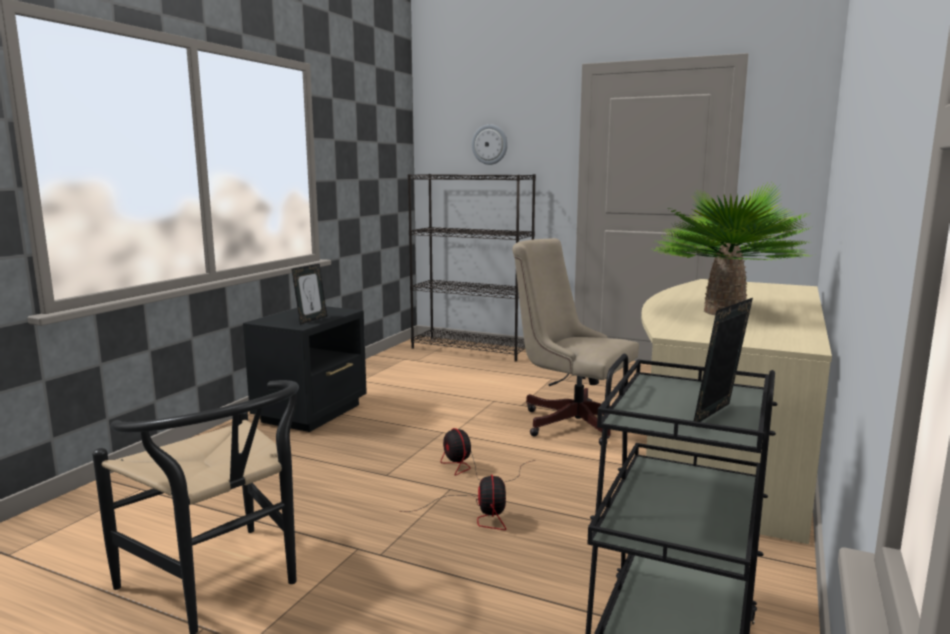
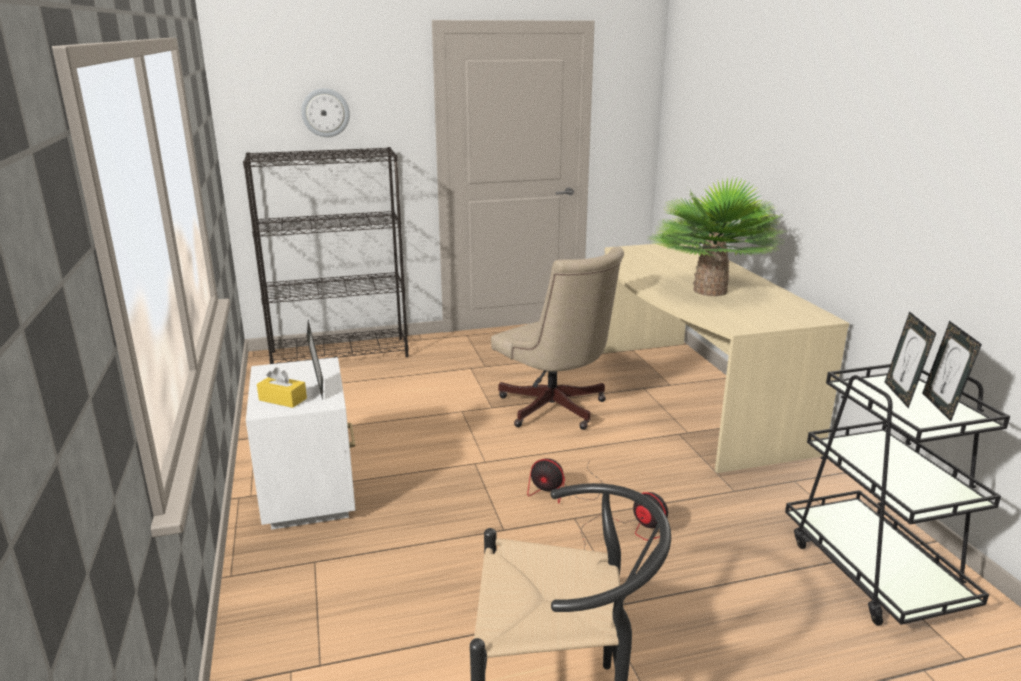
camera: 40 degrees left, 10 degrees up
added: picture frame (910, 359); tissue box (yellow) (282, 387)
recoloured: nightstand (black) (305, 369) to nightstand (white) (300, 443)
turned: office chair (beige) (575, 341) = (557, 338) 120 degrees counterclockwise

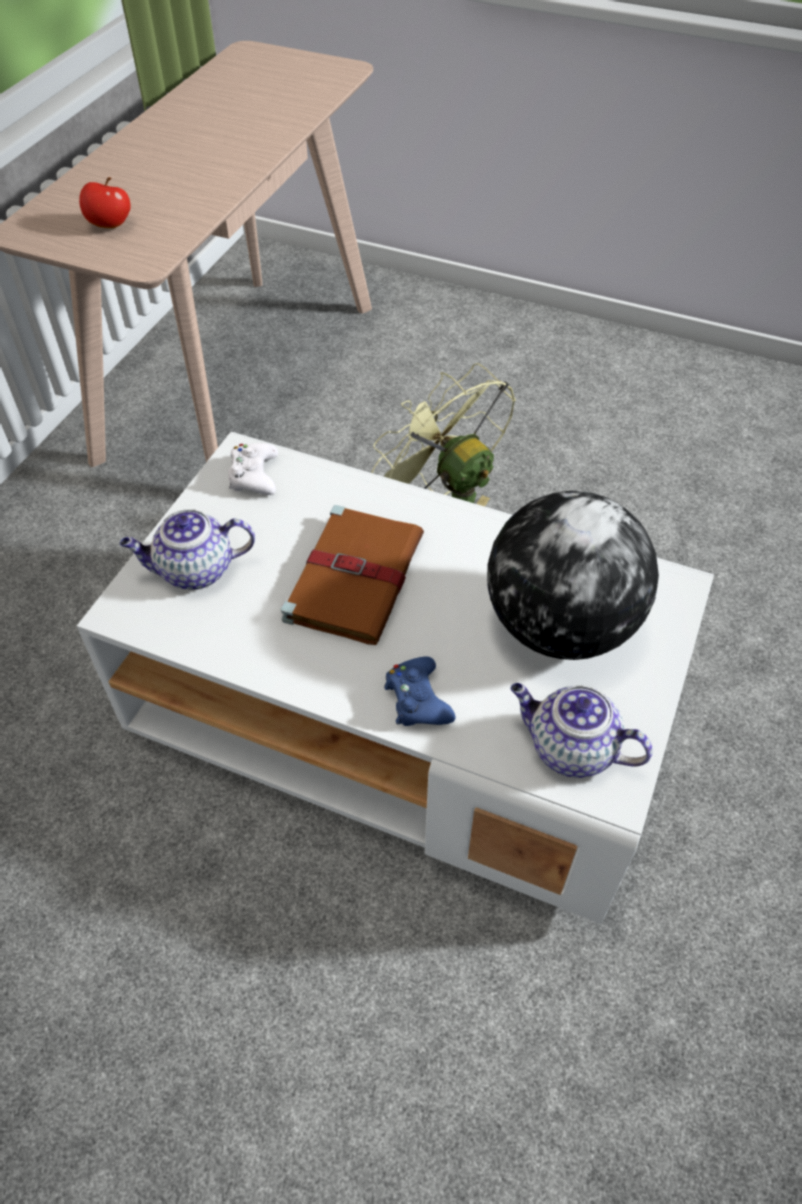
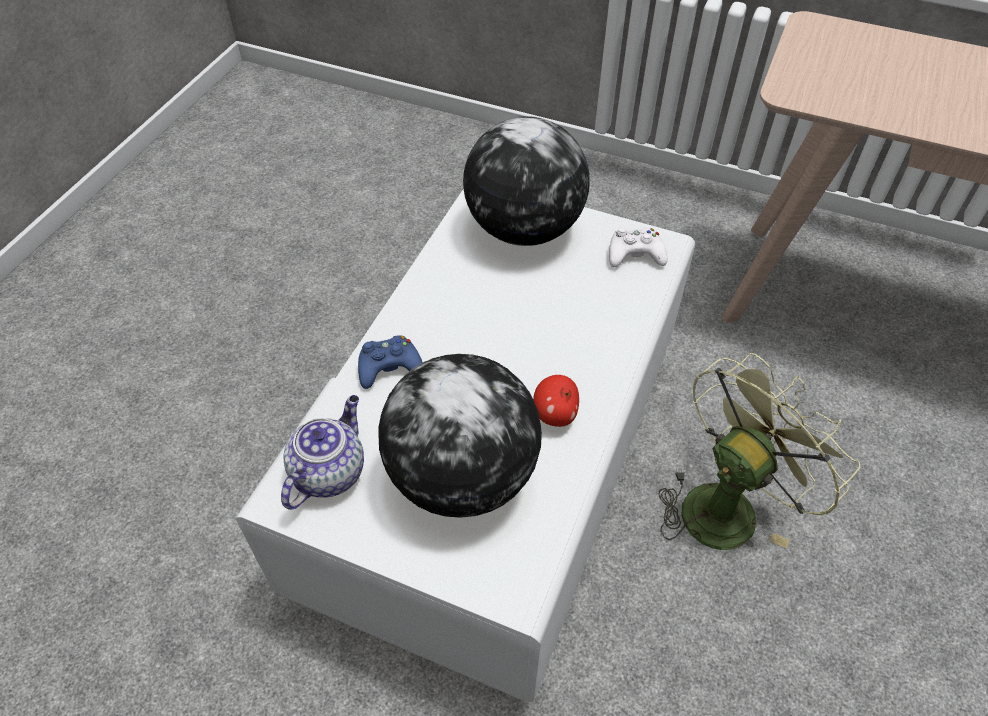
camera: 90 degrees right, 0 degrees up
removed: book (brown) (352, 575)
moved: apple (105, 202) to (556, 401)
replaced: teapot (187, 549) to globe (526, 181)

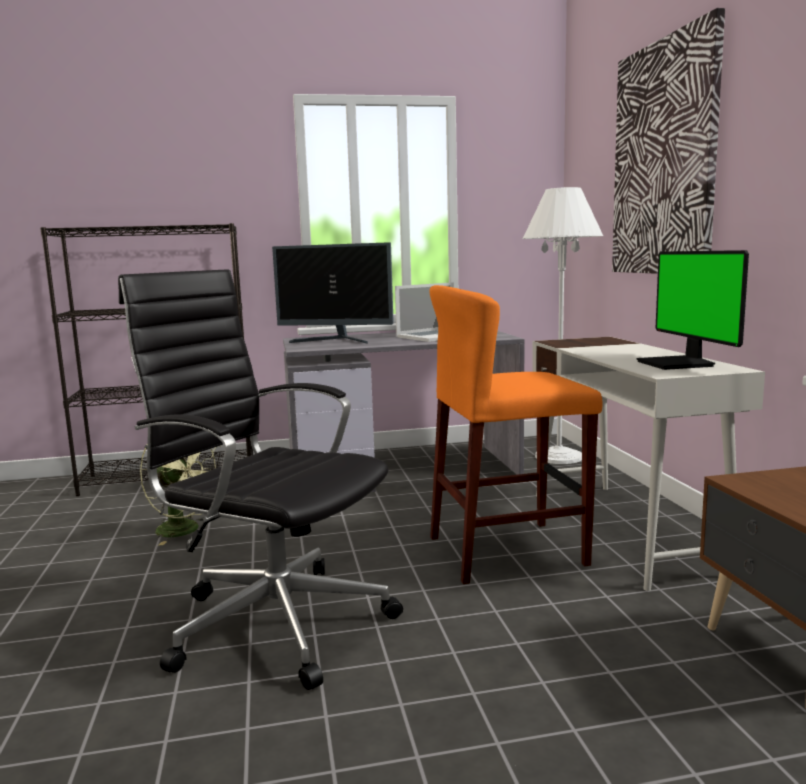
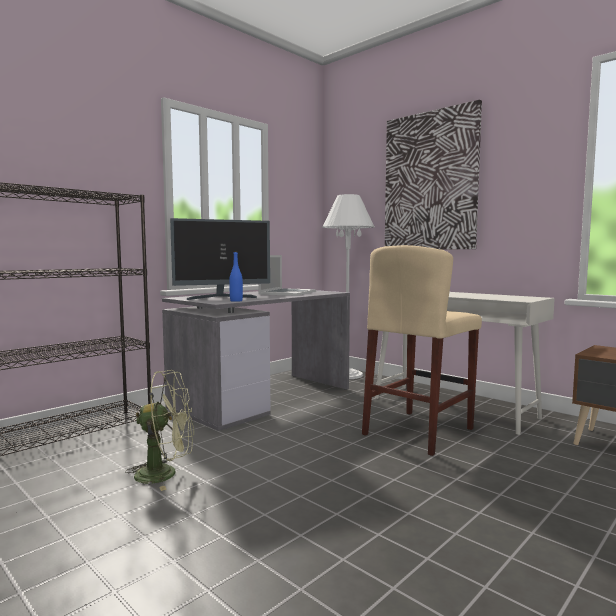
camera: 35 degrees left, 5 degrees down
removed: monitor (692, 310); office chair (black) (260, 479)
added: bottle (blue) (236, 276)
recoloured: stool (orange) (516, 434) to stool (beige) (422, 350)

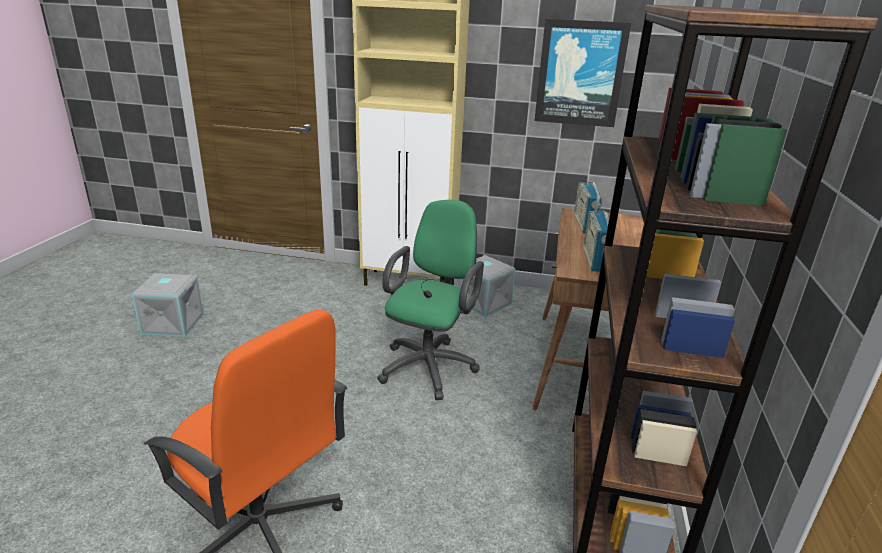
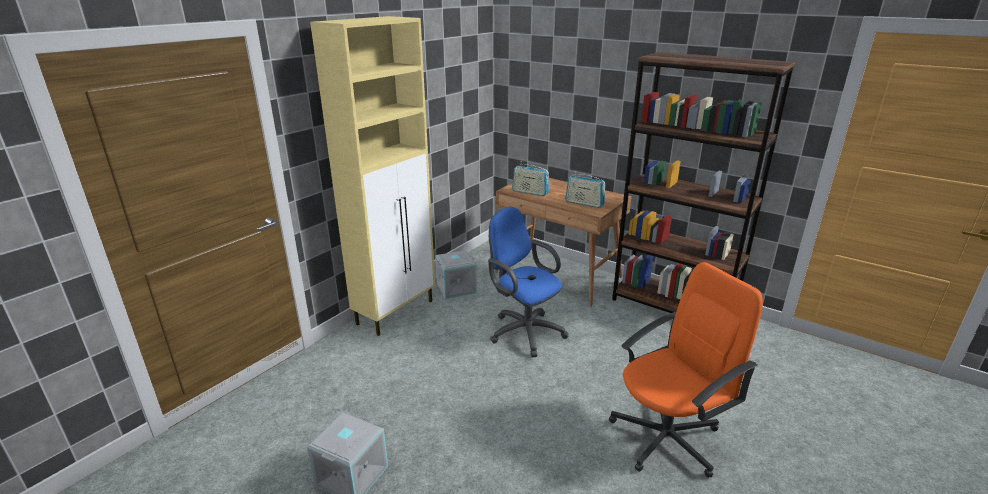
camera: 65 degrees left, 0 degrees up
removed: picture (583, 73)
recoloured: office chair (green) (430, 300) to office chair (blue) (528, 282)

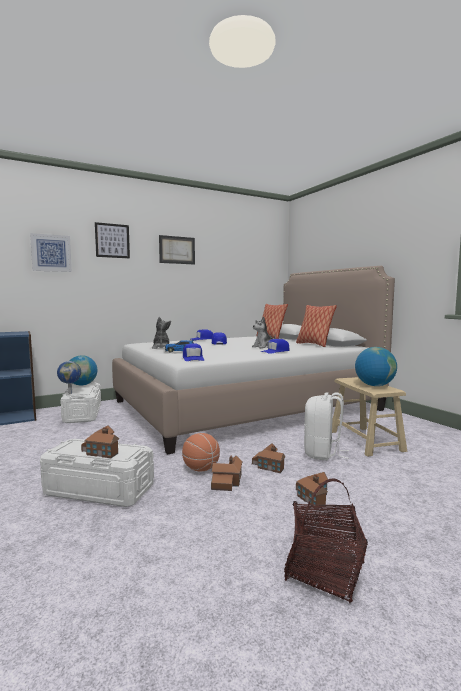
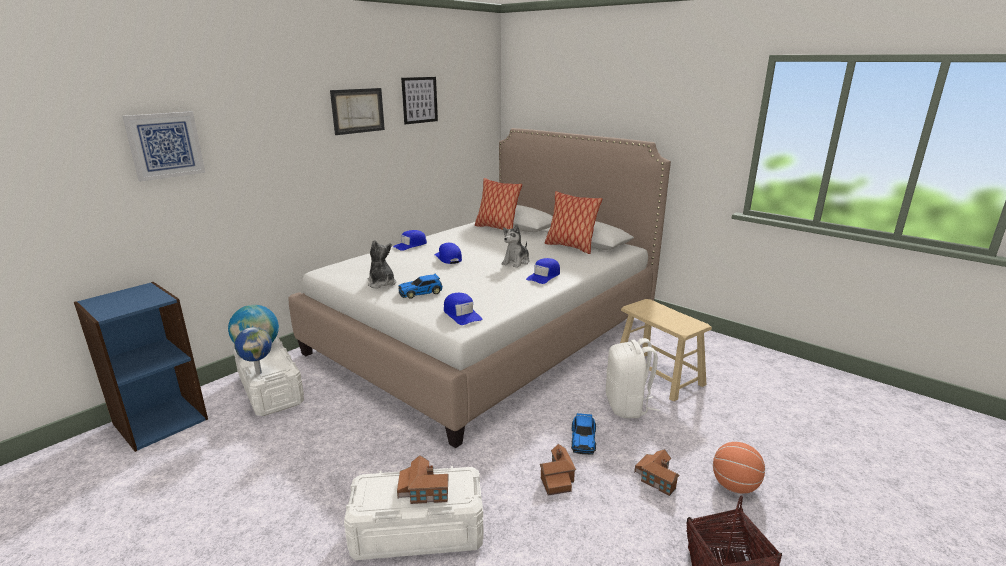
camera: 20 degrees left, 15 degrees up
removed: globe (376, 366)
moved: picture (112, 240) to (419, 101); basketball (201, 452) to (739, 468)
replaced: toy house (268, 458) to toy car (583, 434)

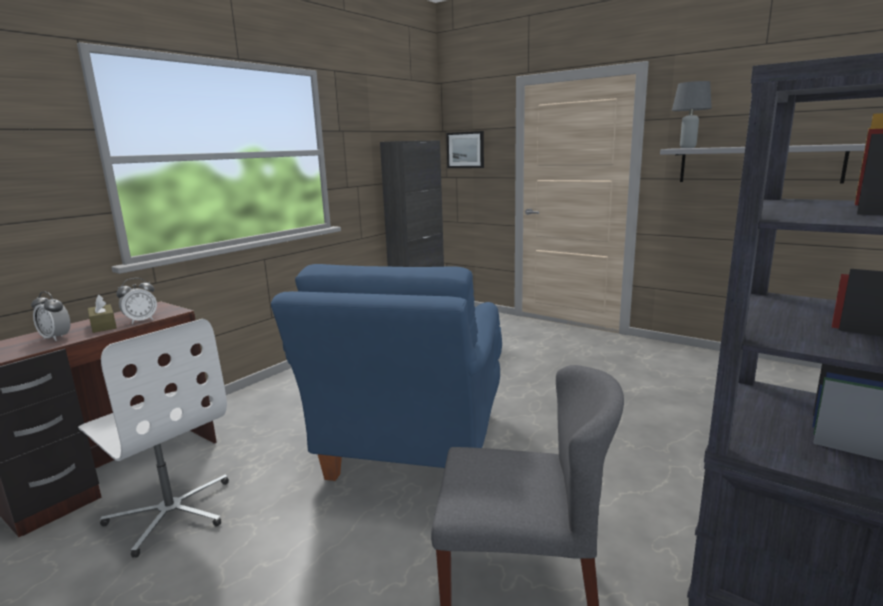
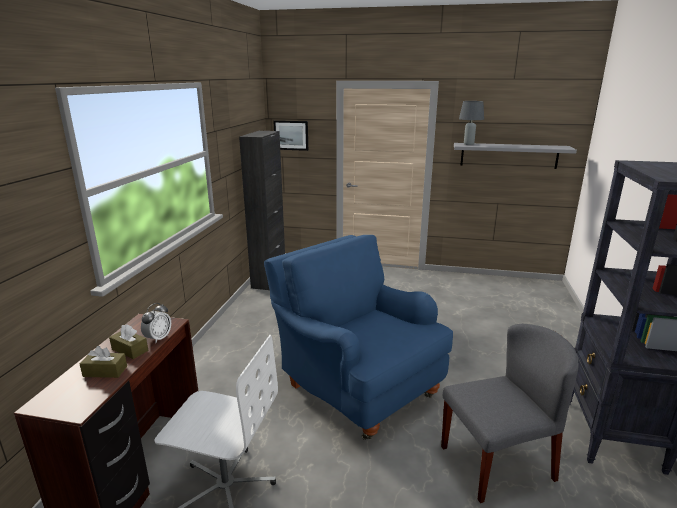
camera: 25 degrees left, 5 degrees up
replaced: alarm clock (50, 316) to tissue box (brown) (103, 362)
turned: armchair (blue) (386, 372) = (358, 337) 150 degrees clockwise

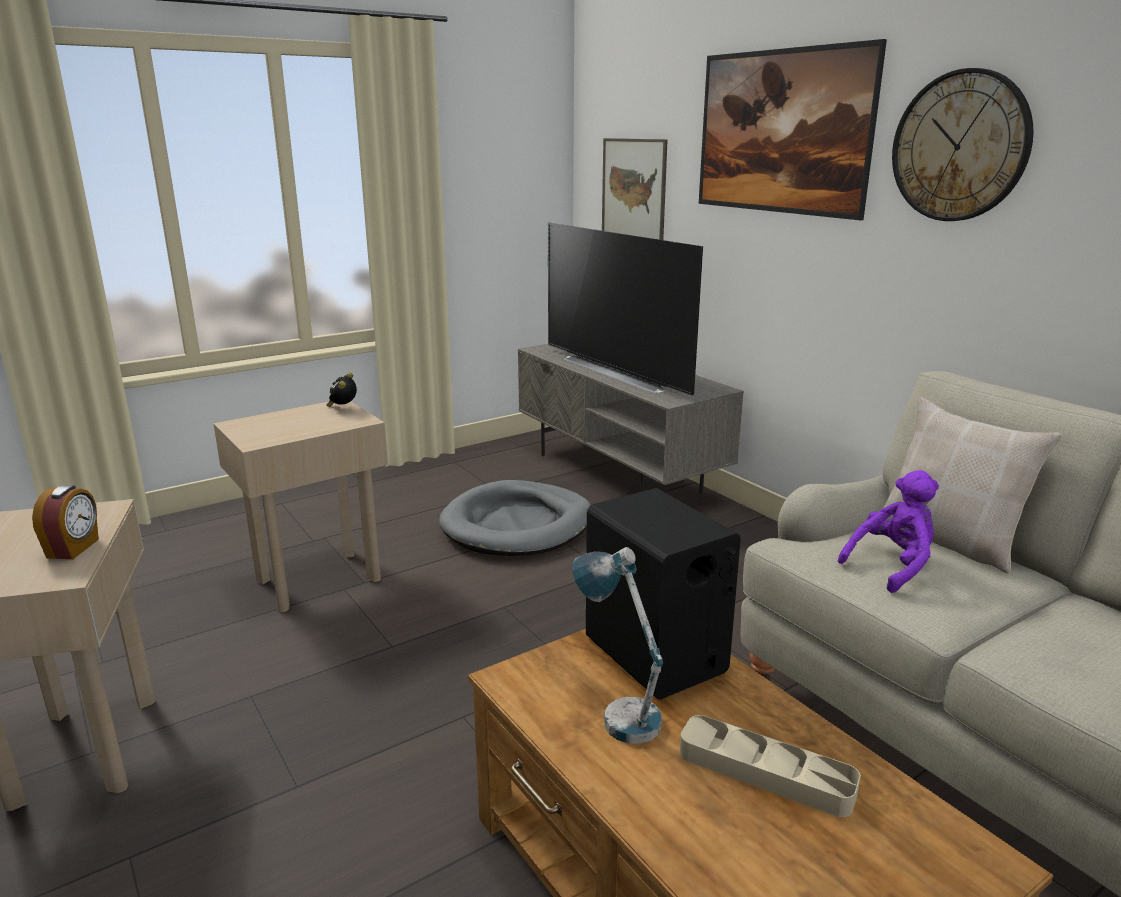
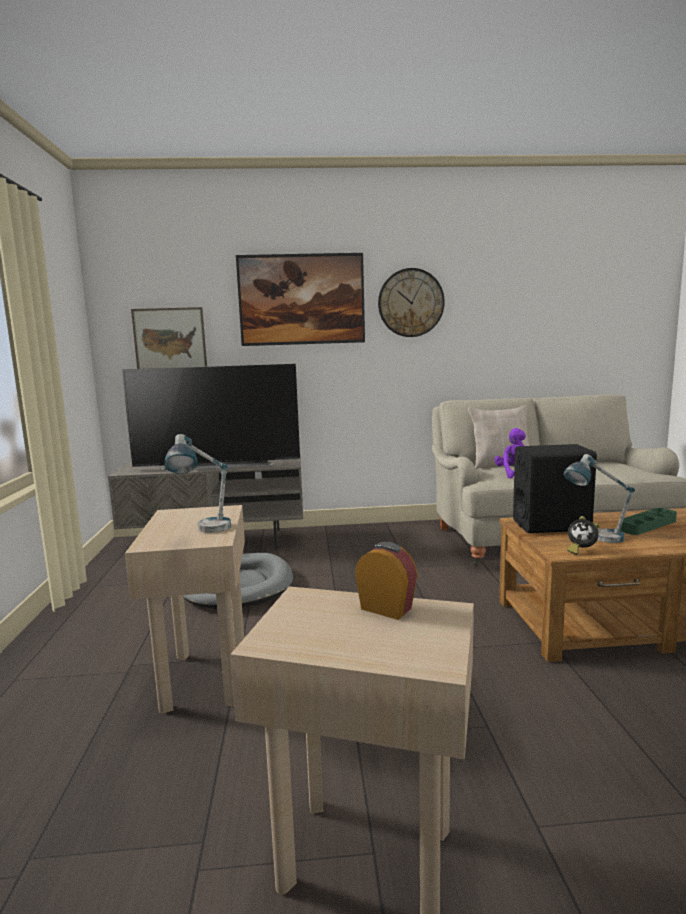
camera: 60 degrees left, 10 degrees down
added: table lamp (197, 483)
moved: alarm clock (342, 389) to (583, 535)
recoloured: tray (beige) (770, 766) to tray (green) (648, 521)

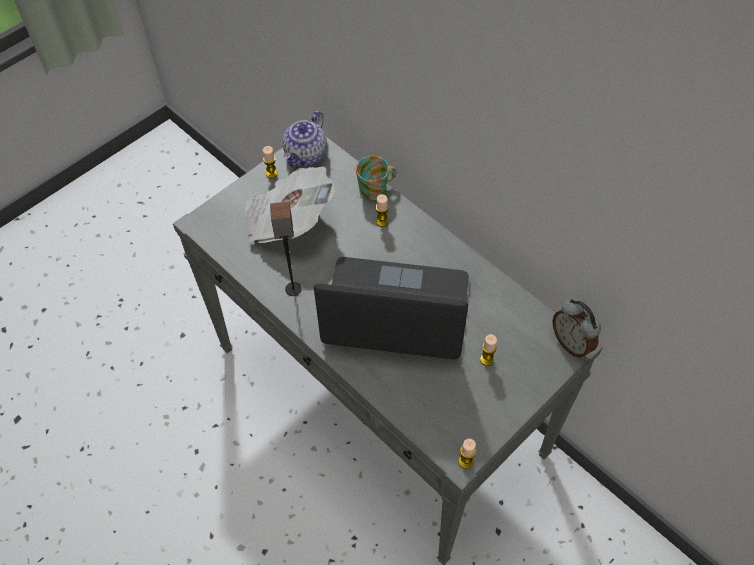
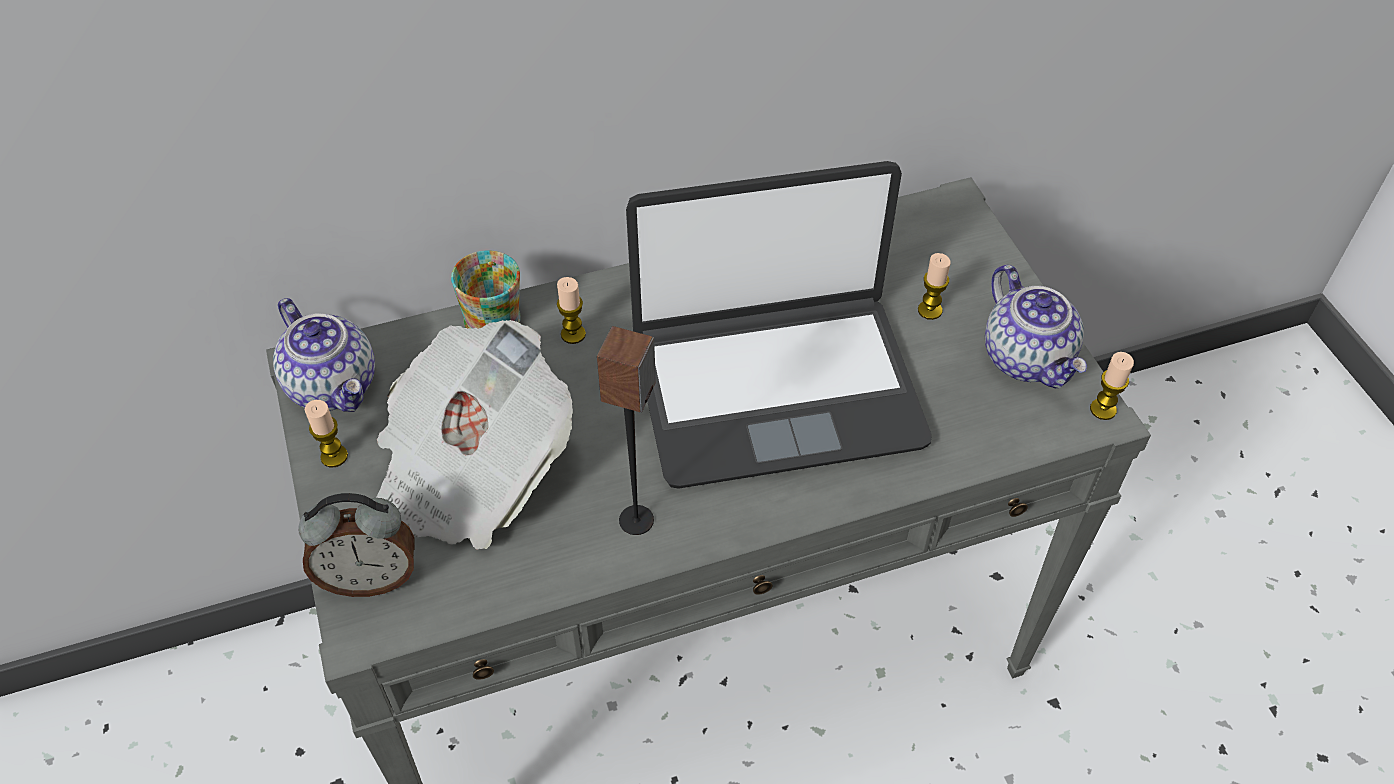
camera: 65 degrees left, 5 degrees down
added: teapot (1036, 326)
moved: alarm clock (576, 328) to (356, 545)
turned: laptop (391, 308) = (779, 324) 135 degrees counterclockwise

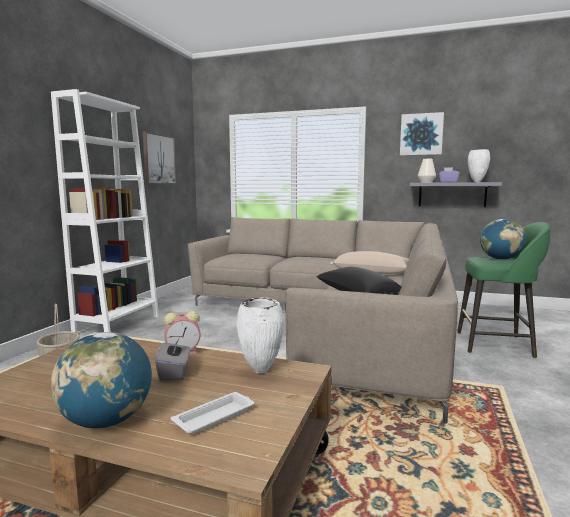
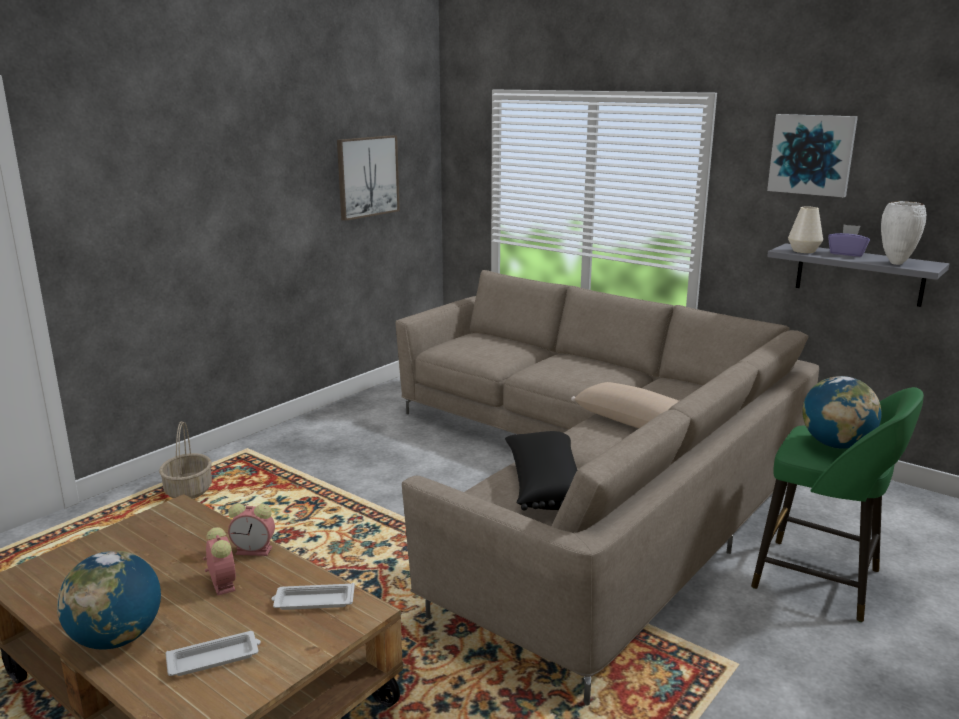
camera: 20 degrees right, 10 degrees up
removed: bookcase (white) (105, 211)
replaced: vase (white) (260, 335) to tray (white) (313, 596); tissue box (grey) (172, 358) to alarm clock (219, 561)

